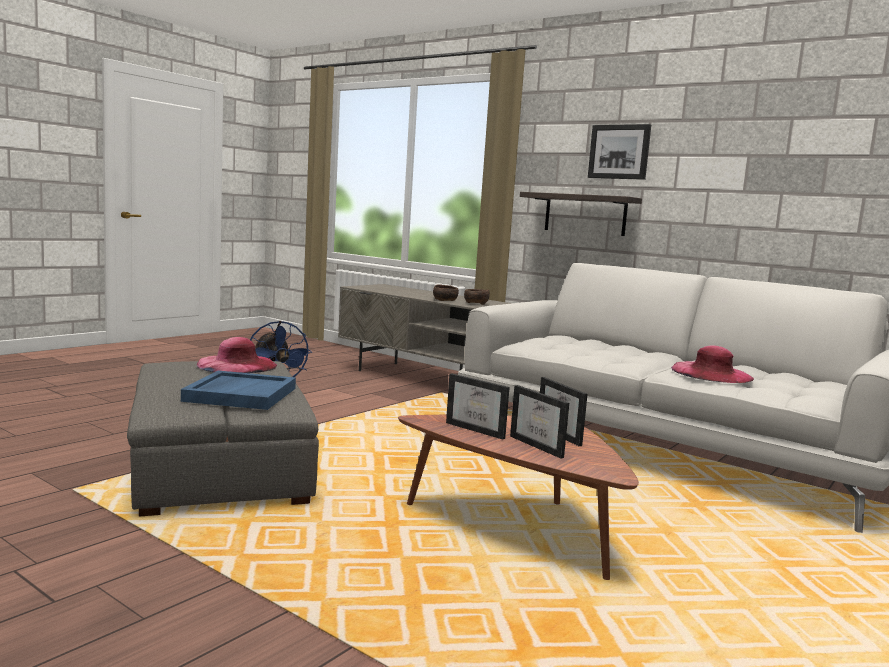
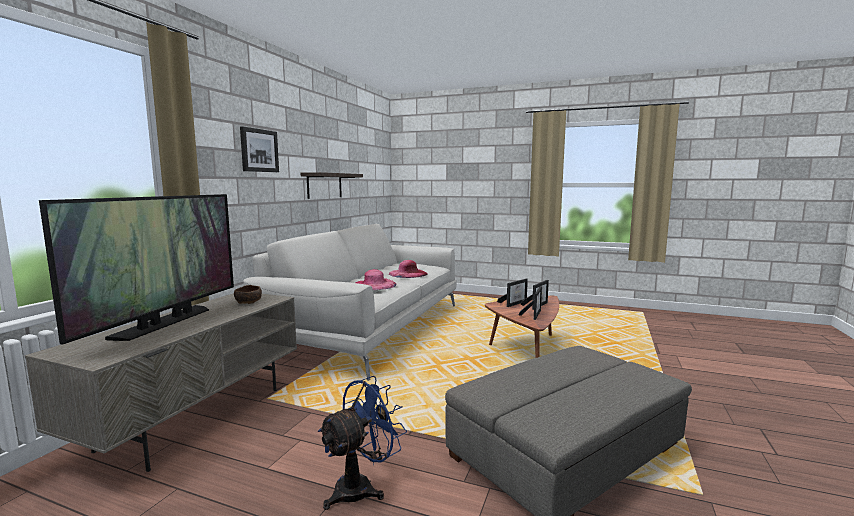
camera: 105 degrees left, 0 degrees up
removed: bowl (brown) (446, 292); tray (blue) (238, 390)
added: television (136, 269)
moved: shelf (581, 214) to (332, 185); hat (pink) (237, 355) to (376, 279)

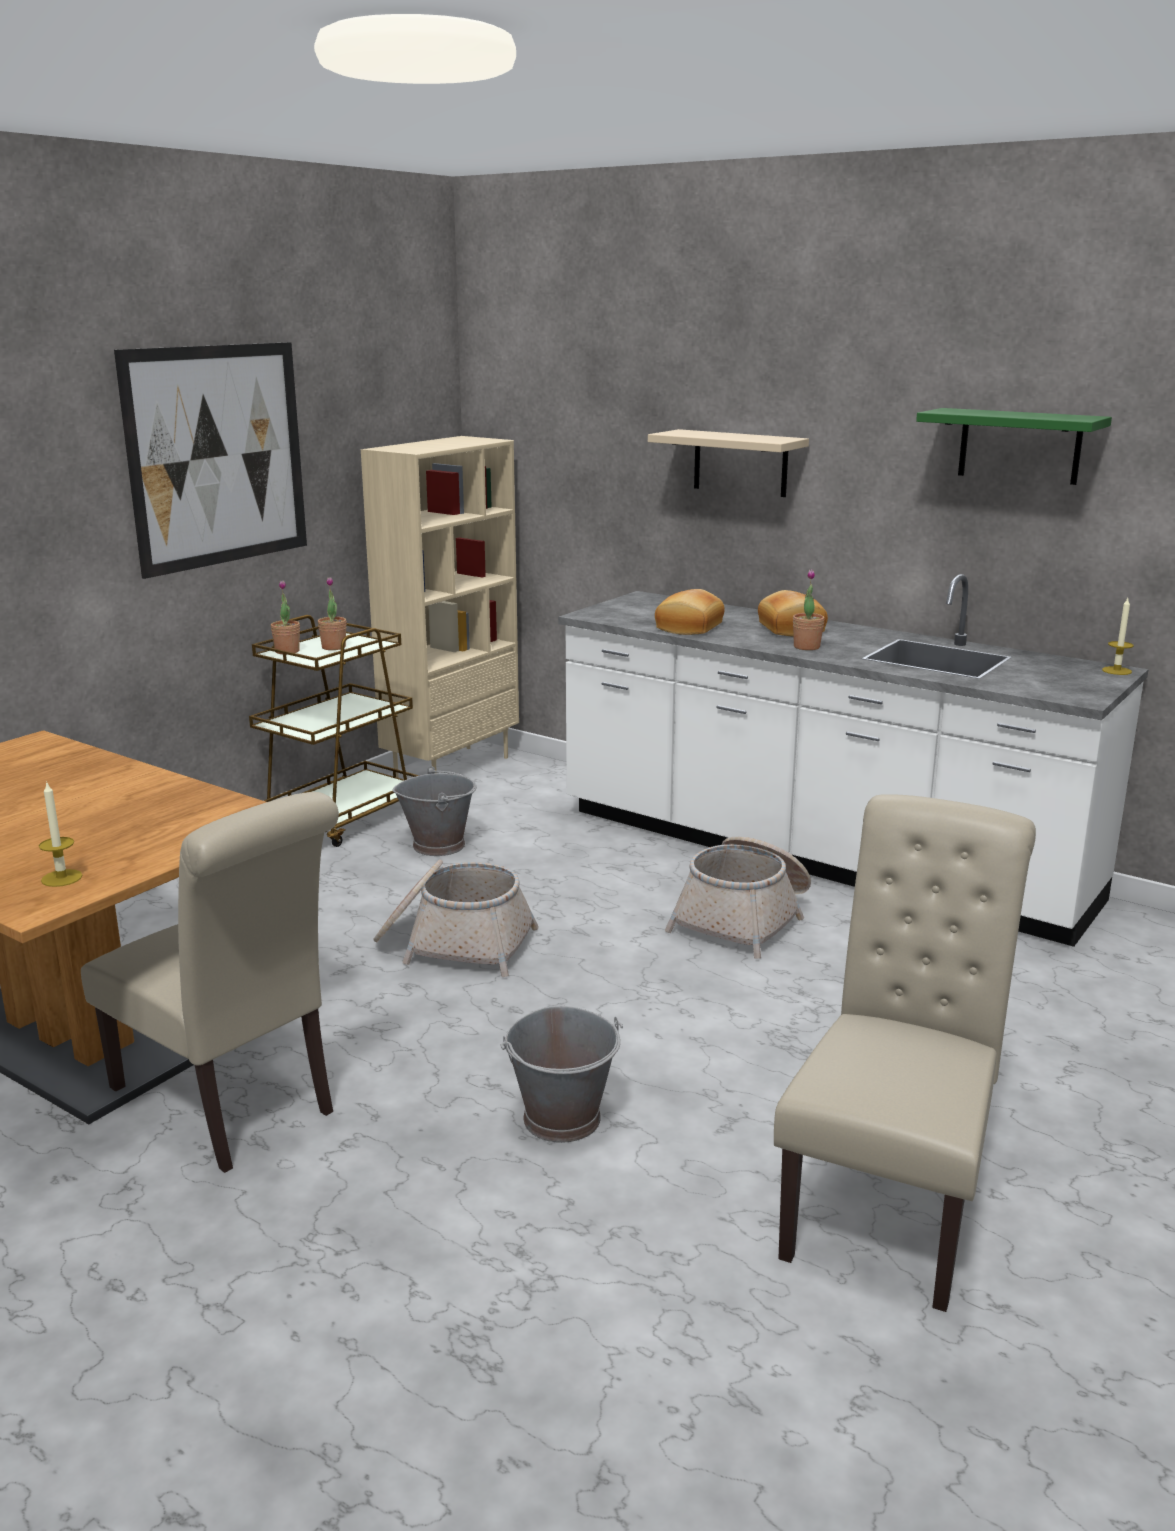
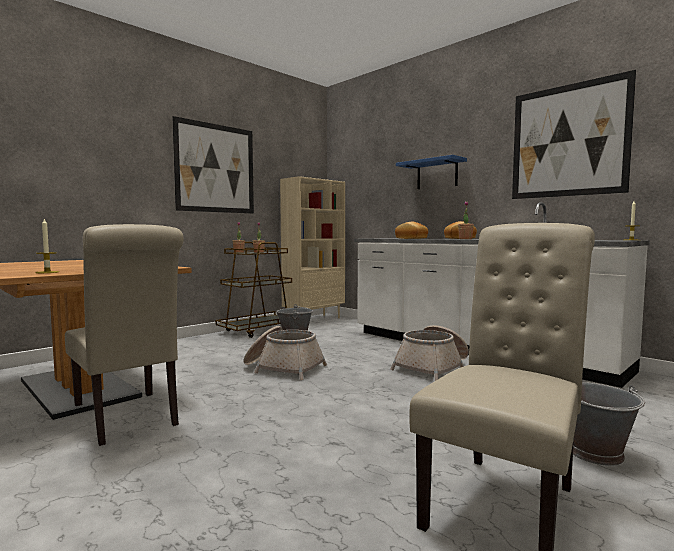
camera: 10 degrees right, 15 degrees down
moved: bucket (grey) (562, 1074) to (609, 424)
replaced: shelf (green) (1014, 446) to picture (574, 134)
recoloured: shelf (beige) (728, 463) to shelf (blue) (431, 172)

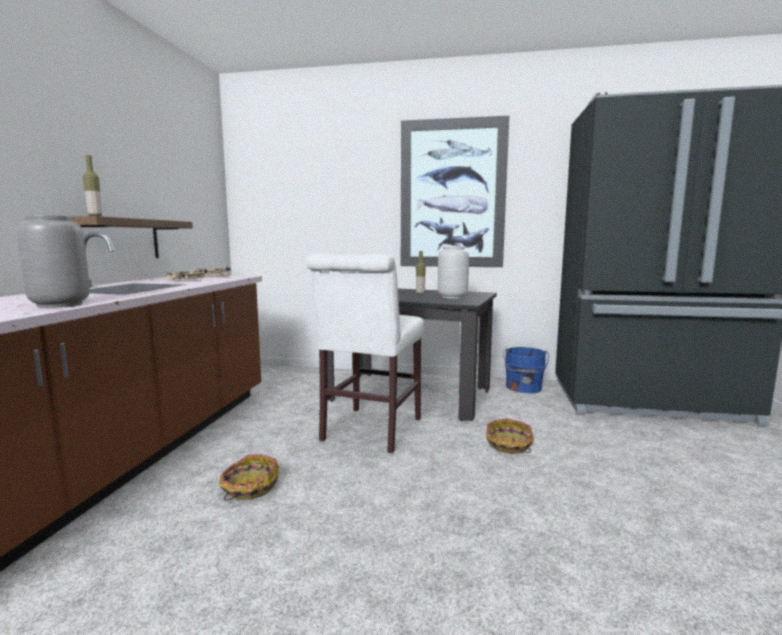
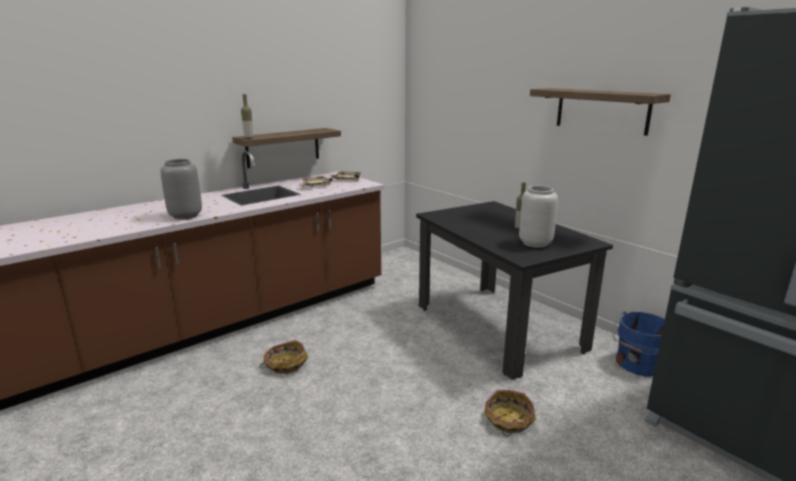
camera: 40 degrees right, 10 degrees up
removed: chair (white) (365, 353)
replaced: picture (455, 191) to shelf (600, 112)

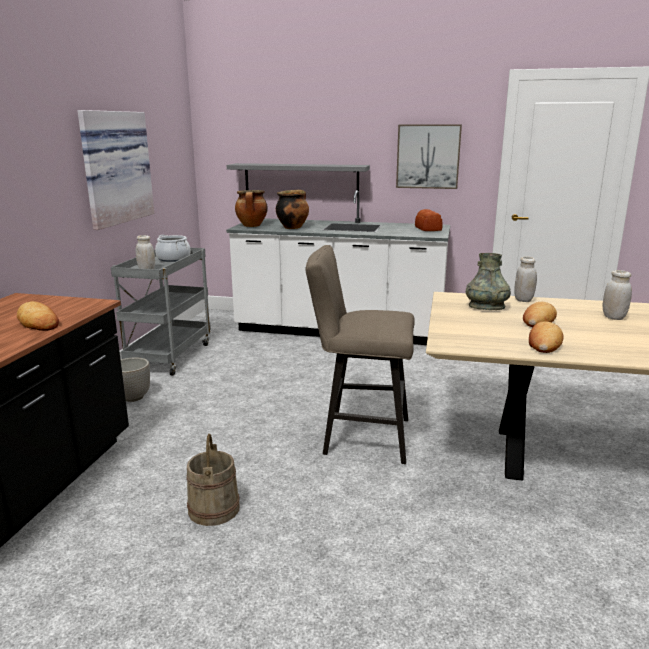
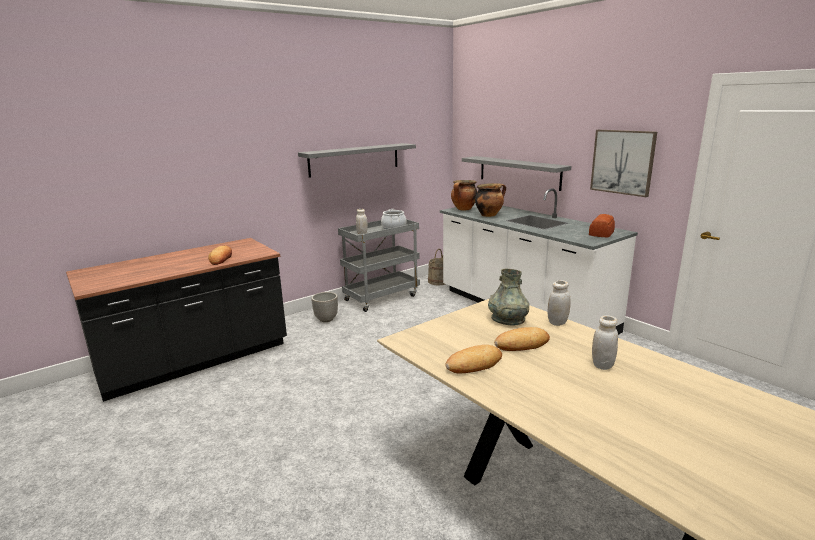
camera: 40 degrees right, 0 degrees up
removed: stool (beige) (360, 354)
moved: bucket (beige) (213, 480) to (437, 267)
replaced: picture (116, 170) to shelf (grey) (357, 160)

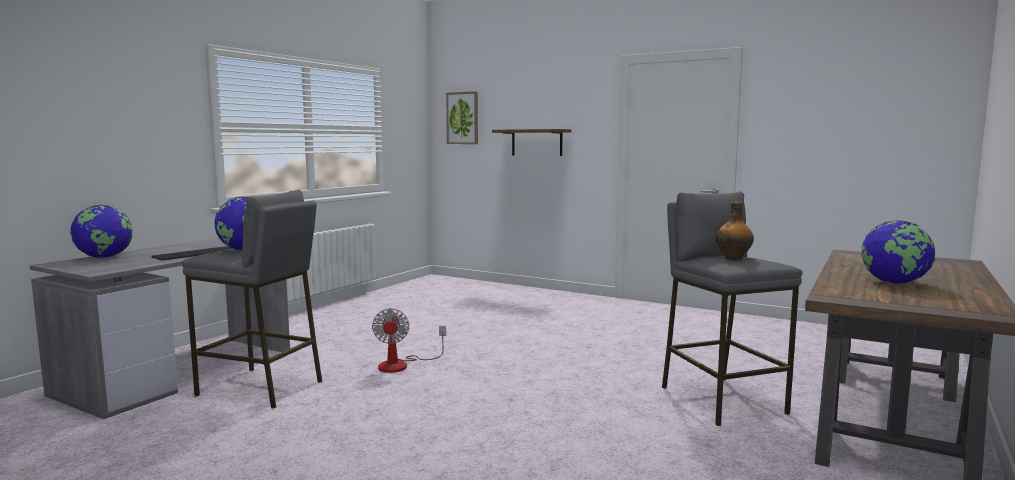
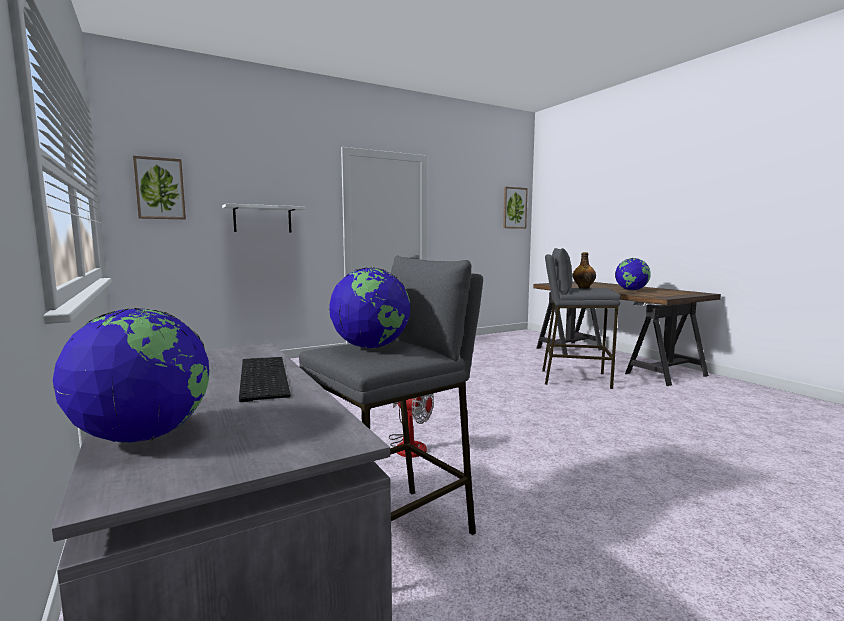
camera: 60 degrees left, 0 degrees up
added: picture (515, 208)
recoloured: shelf (brown) (531, 142) to shelf (white) (264, 218)

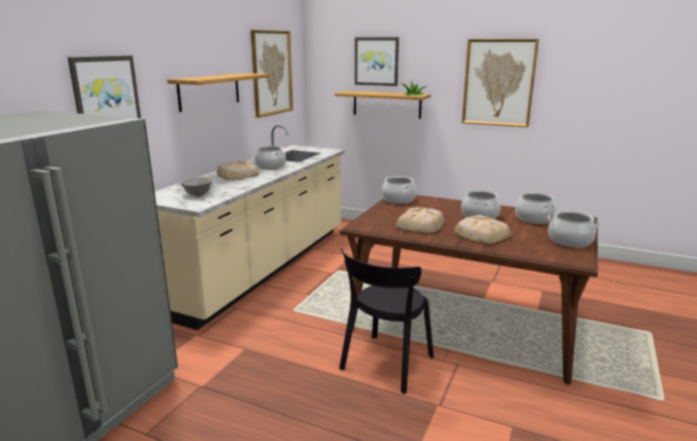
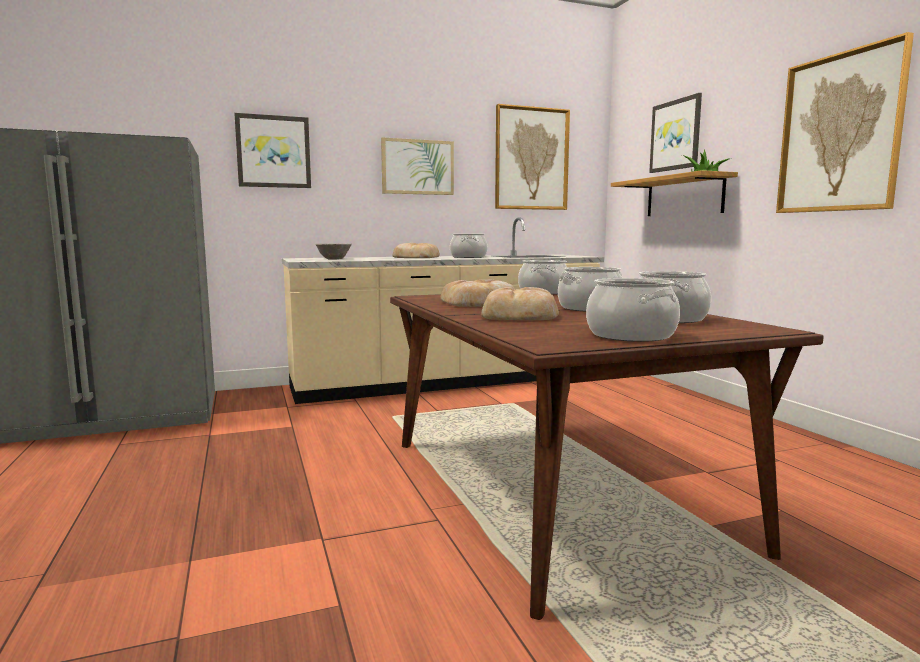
camera: 45 degrees right, 10 degrees down
removed: chair (black) (386, 321)
replaced: shelf (218, 92) to picture (417, 166)

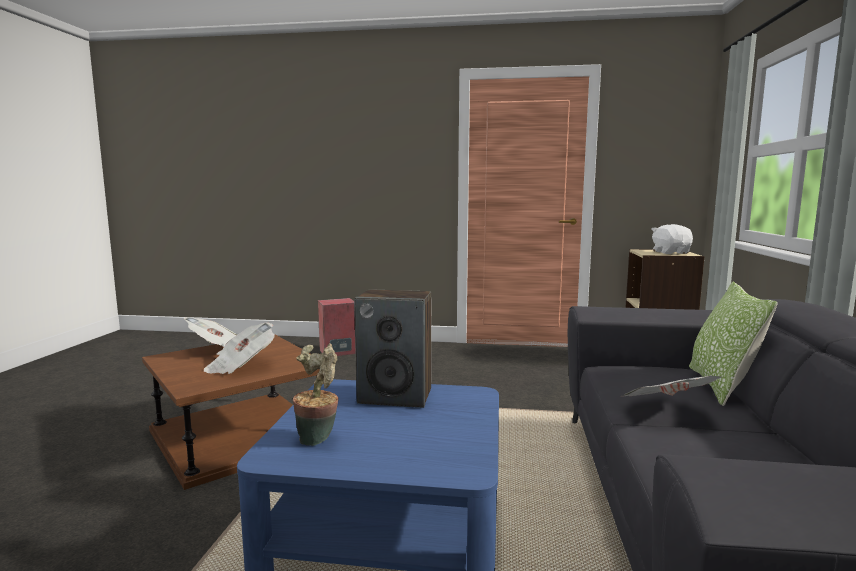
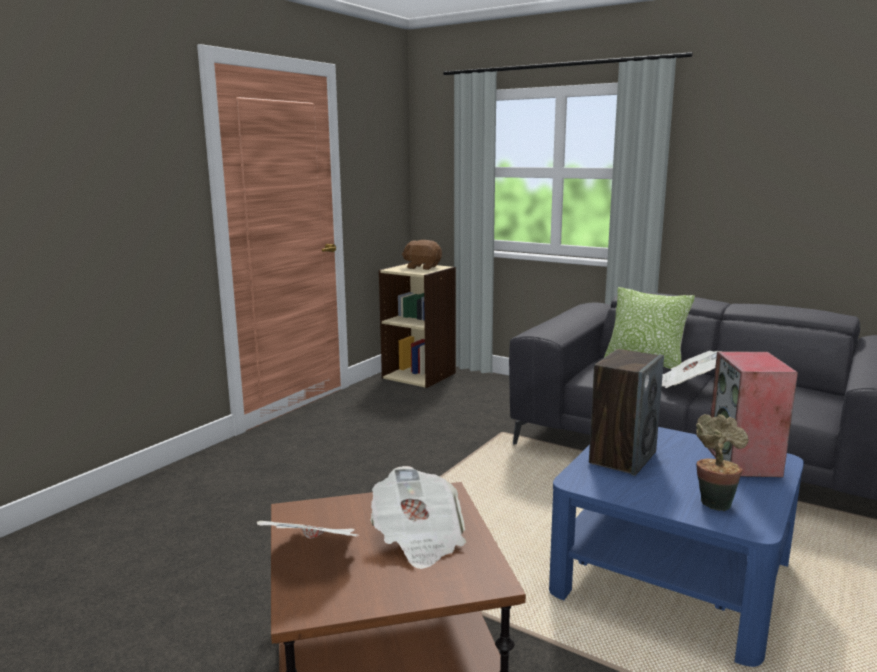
camera: 65 degrees left, 5 degrees up
moved: speaker (337, 327) to (753, 414)
recoloured: plush toy (white) (672, 239) to plush toy (brown) (422, 255)

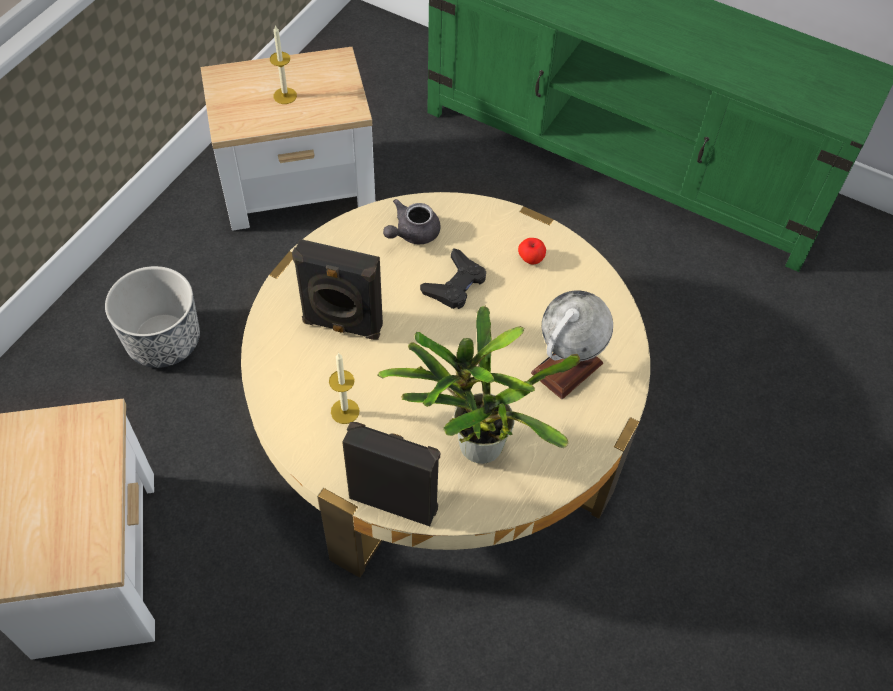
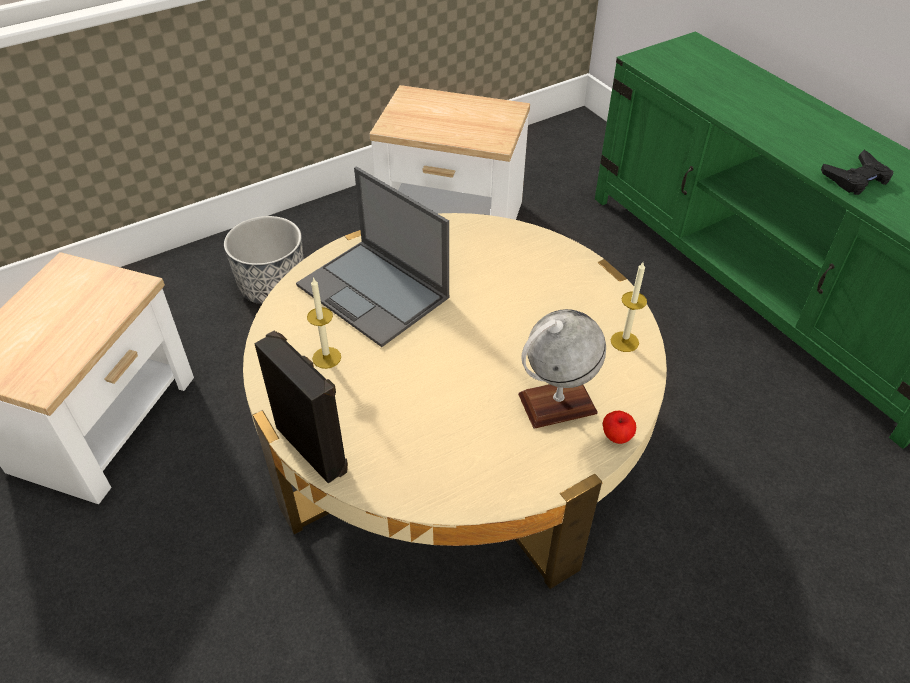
camera: 30 degrees right, 10 degrees down
removed: teapot (grey) (411, 221); potted plant (478, 384)
moved: candle (283, 64) to (629, 307); apple (532, 251) to (619, 427); game controller (black) (453, 278) to (857, 172)
replaced: speaker (black) (337, 289) to laptop (372, 257)

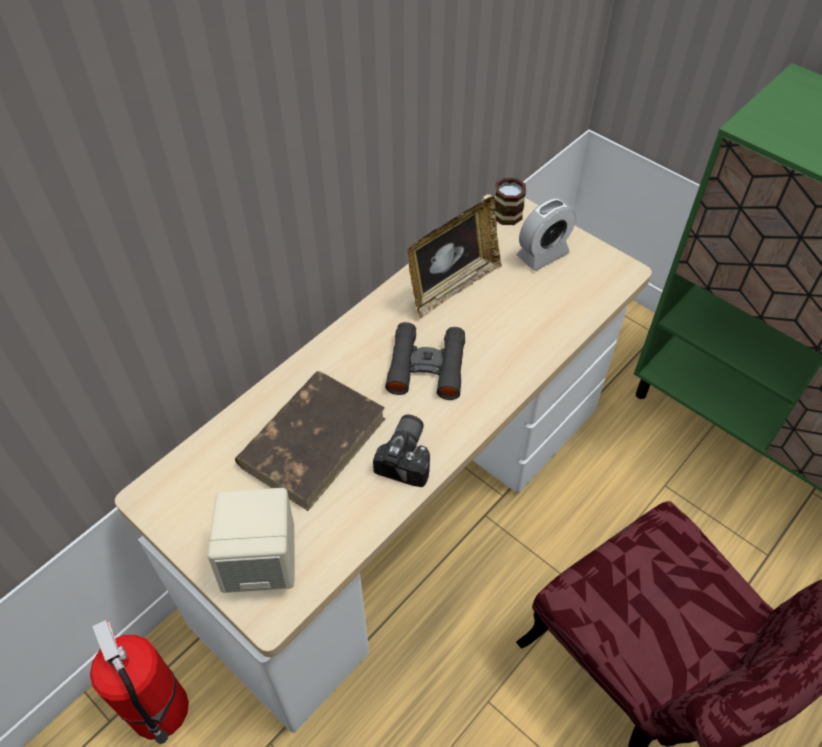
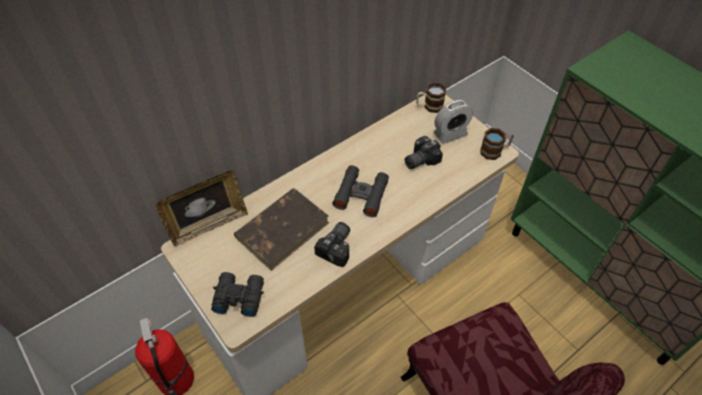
camera: 10 degrees right, 0 degrees up
added: mug (497, 144); photo camera (424, 152)
moved: picture frame (454, 257) to (202, 208)
replaced: speaker (beige) (251, 540) to binoculars (black) (237, 294)

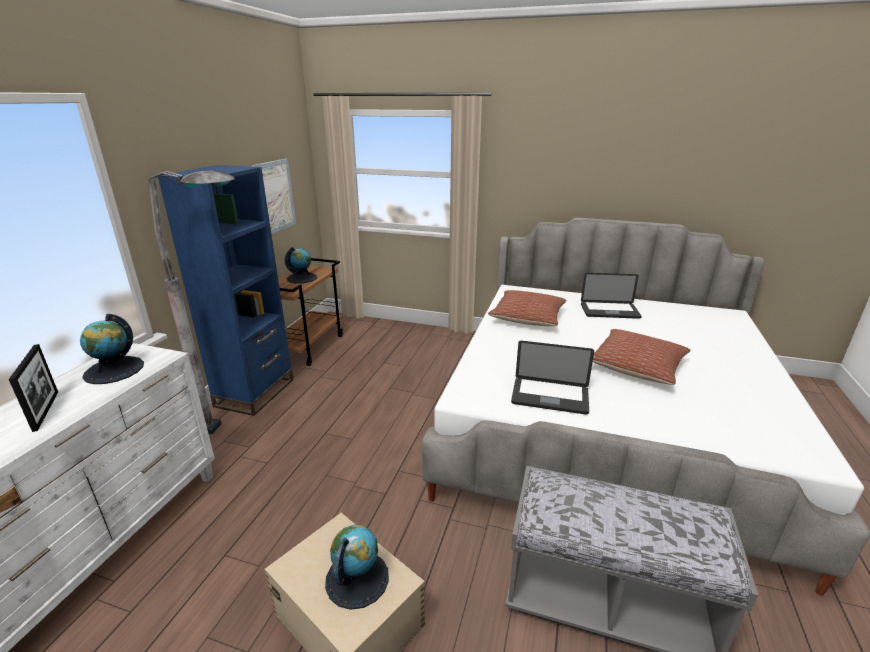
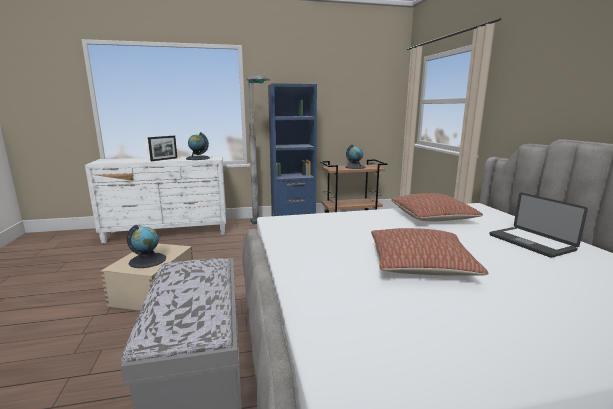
camera: 60 degrees right, 10 degrees down
removed: picture (274, 196); laptop (552, 378)

